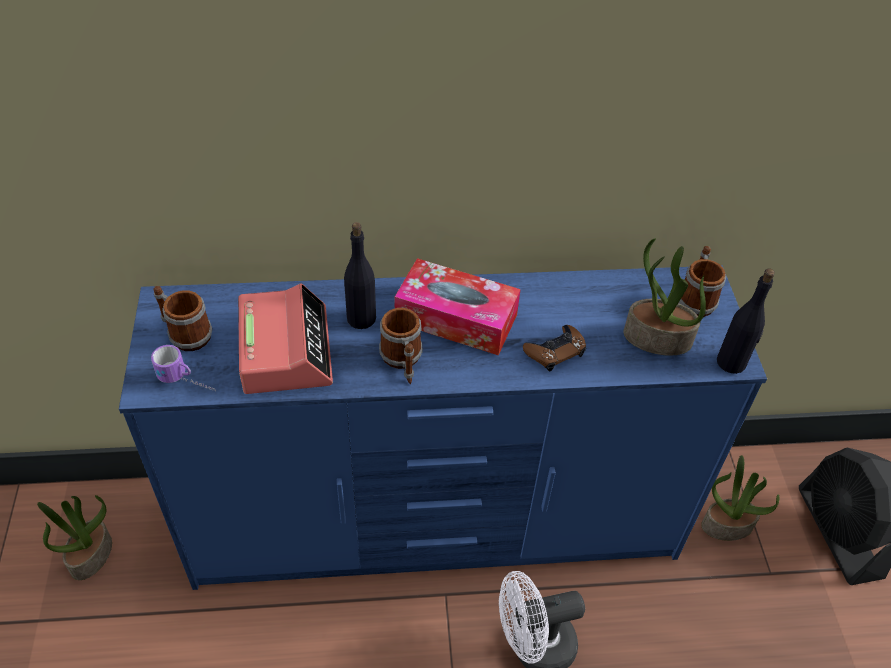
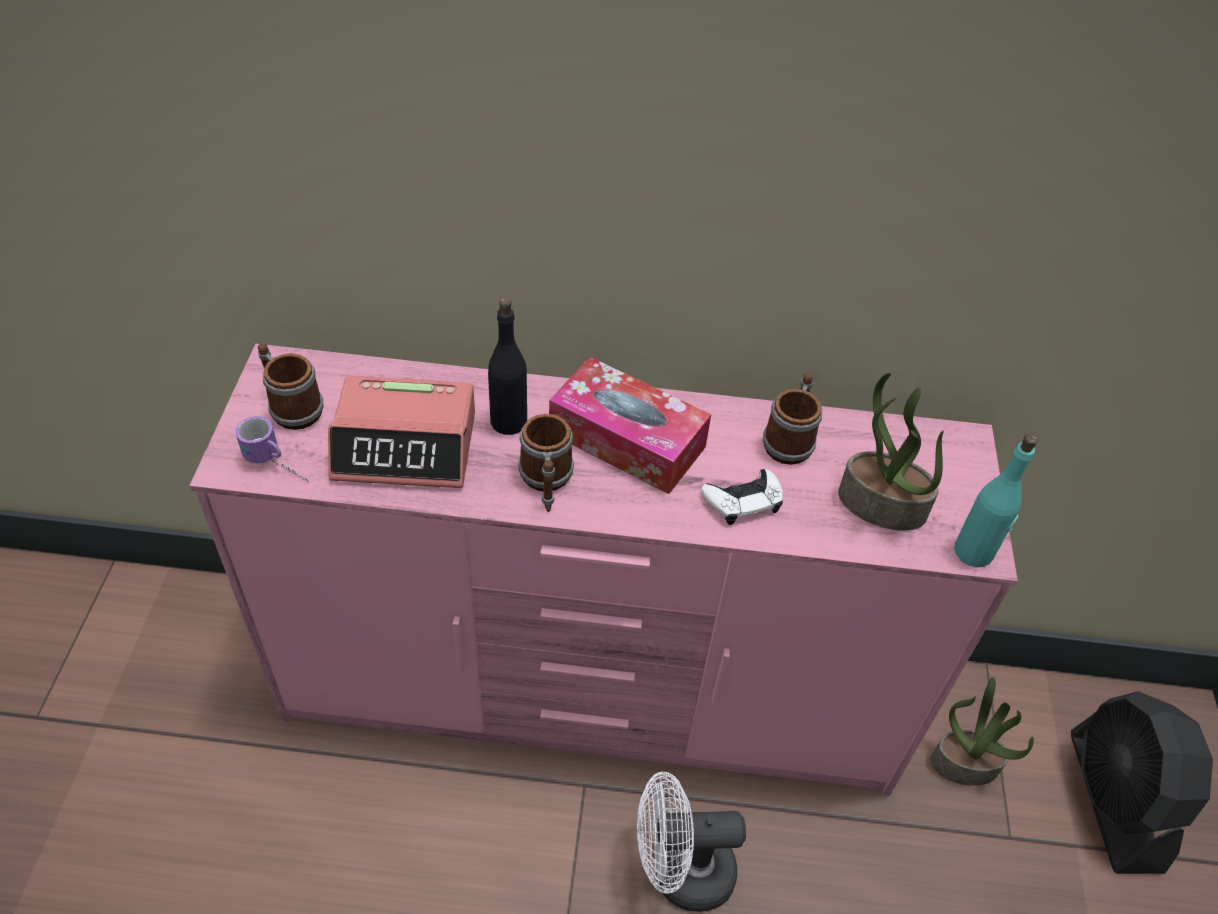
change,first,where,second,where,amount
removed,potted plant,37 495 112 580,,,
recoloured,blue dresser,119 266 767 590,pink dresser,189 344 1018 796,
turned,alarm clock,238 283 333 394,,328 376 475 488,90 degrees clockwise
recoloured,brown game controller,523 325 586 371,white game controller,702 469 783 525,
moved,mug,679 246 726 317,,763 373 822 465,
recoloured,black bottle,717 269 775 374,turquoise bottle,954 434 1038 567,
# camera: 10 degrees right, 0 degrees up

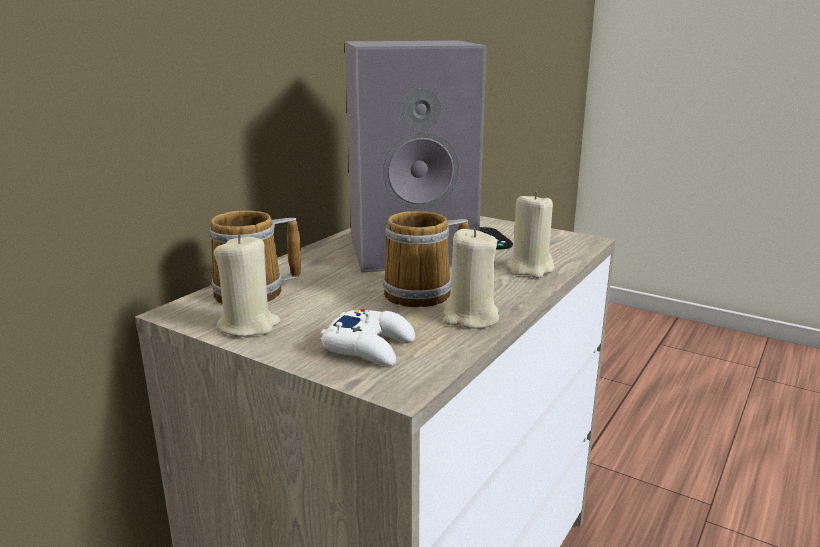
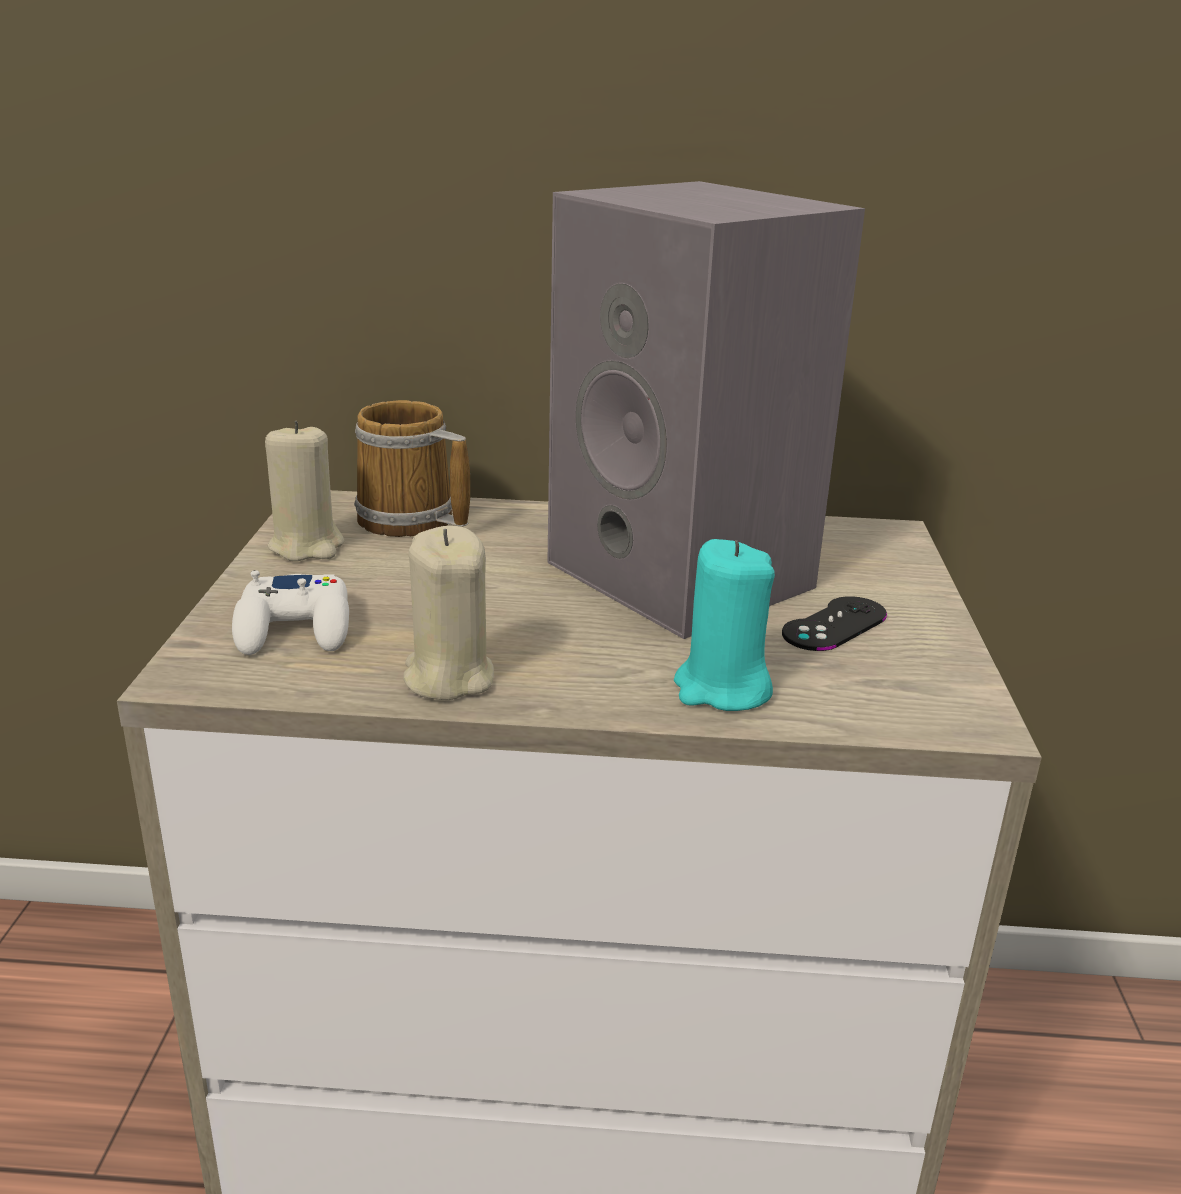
change,first,where,second,where,amount
removed,mug,383 211 469 307,,,
recoloured,beige candle,508 192 554 278,turquoise candle,674 539 775 711,
# camera: 60 degrees right, 5 degrees up

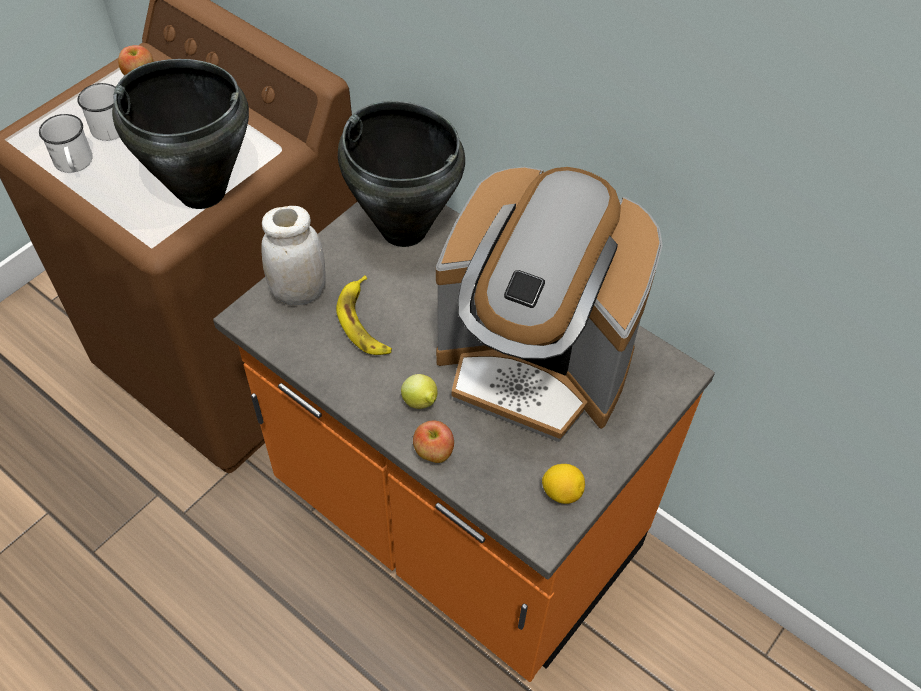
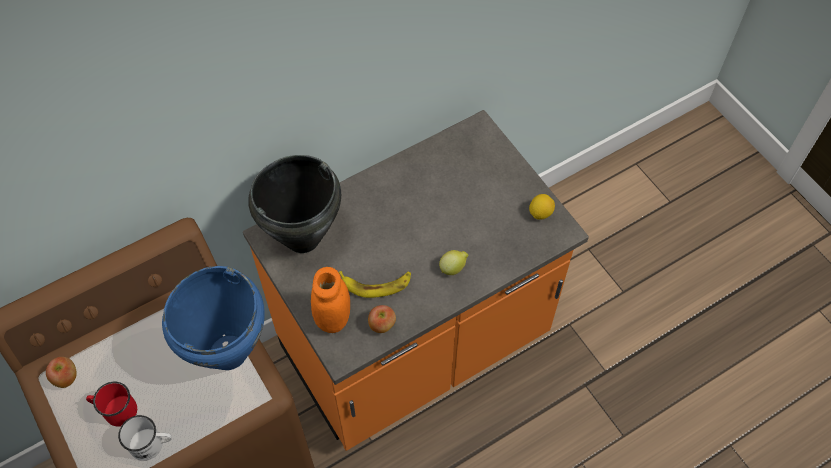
change,first,where,second,where,amount
recoloured,white mug,77 83 119 141,red mug,86 382 137 427,
recoloured,black cooking pot,112 59 249 209,blue cooking pot,162 266 264 370,
recoloured,white jar,261 206 325 305,orange jar,311 267 350 333,
moved,apple,413 420 454 463,,368 305 396 333,
removed,coffee machine,436 167 663 442,,,
# camera: 70 degrees left, 5 degrees up

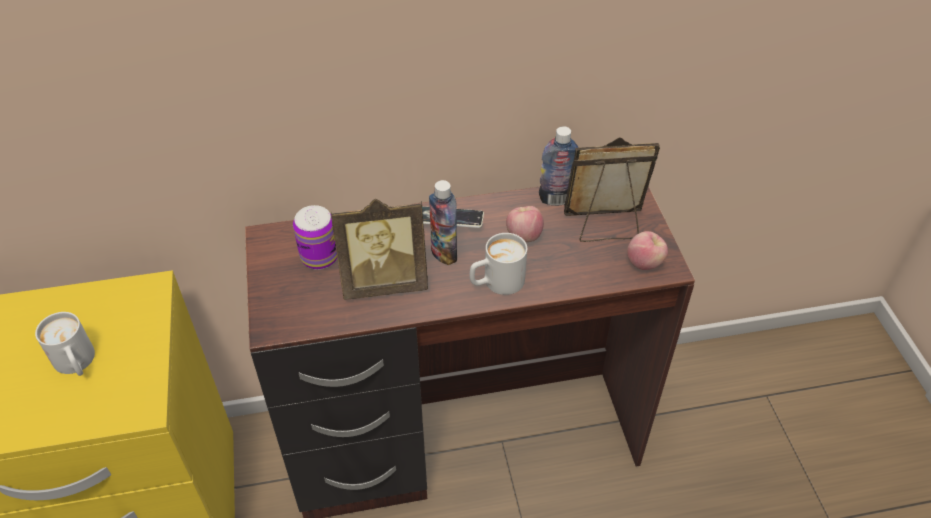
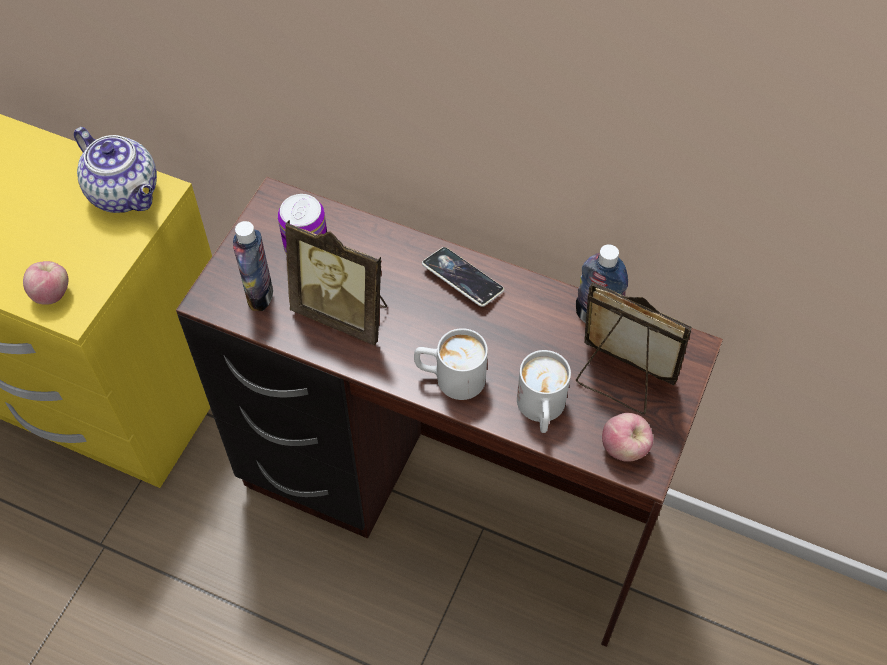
change,first,where,second,where,amount
moved,white mug,35 312 95 376,,517 350 571 433,
moved,bottle,429 180 457 265,,233 221 273 311,
moved,apple,506 206 544 242,,23 261 68 305,
added,,,teapot,74 127 157 213,
# camera: 35 degrees right, 10 degrees up

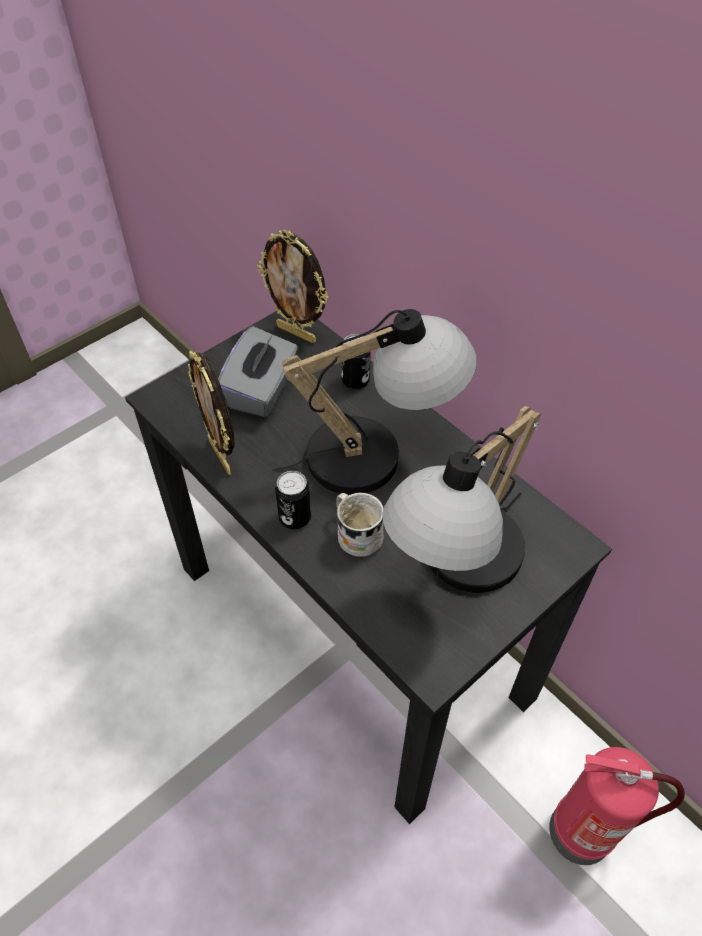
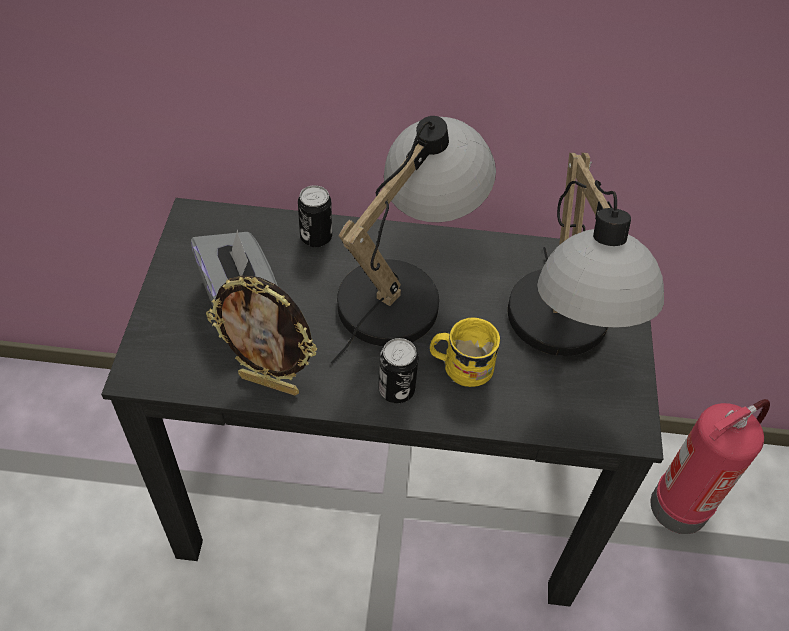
change,first,where,second,where,amount
removed,picture frame,257 230 328 343,,,
recoloured,white mug,336 493 384 557,yellow mug,430 318 501 387,
# camera: 45 degrees left, 0 degrees up

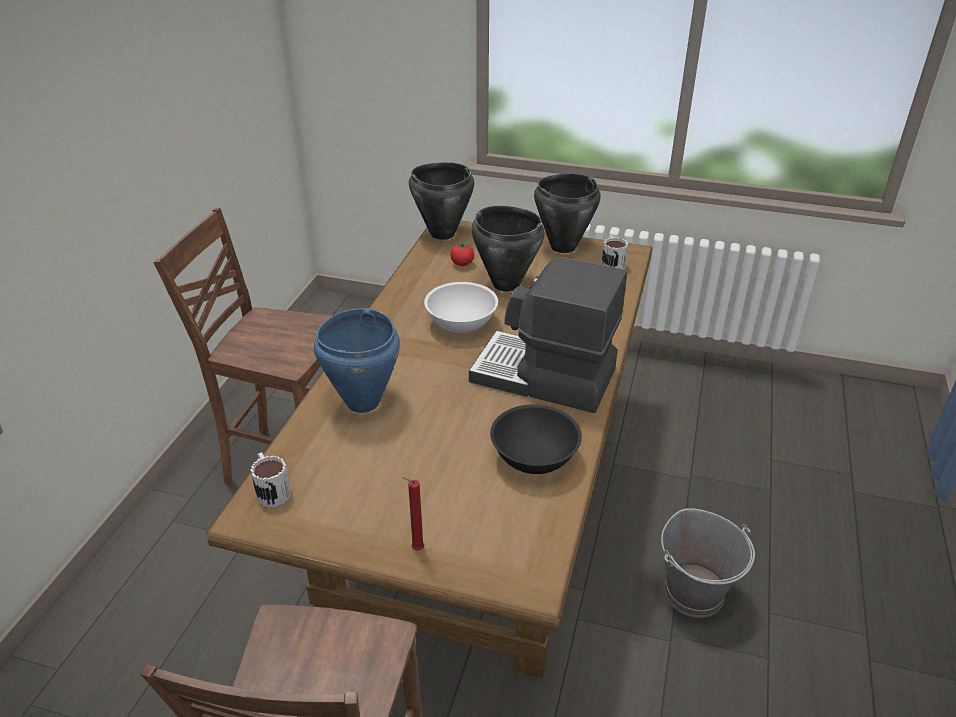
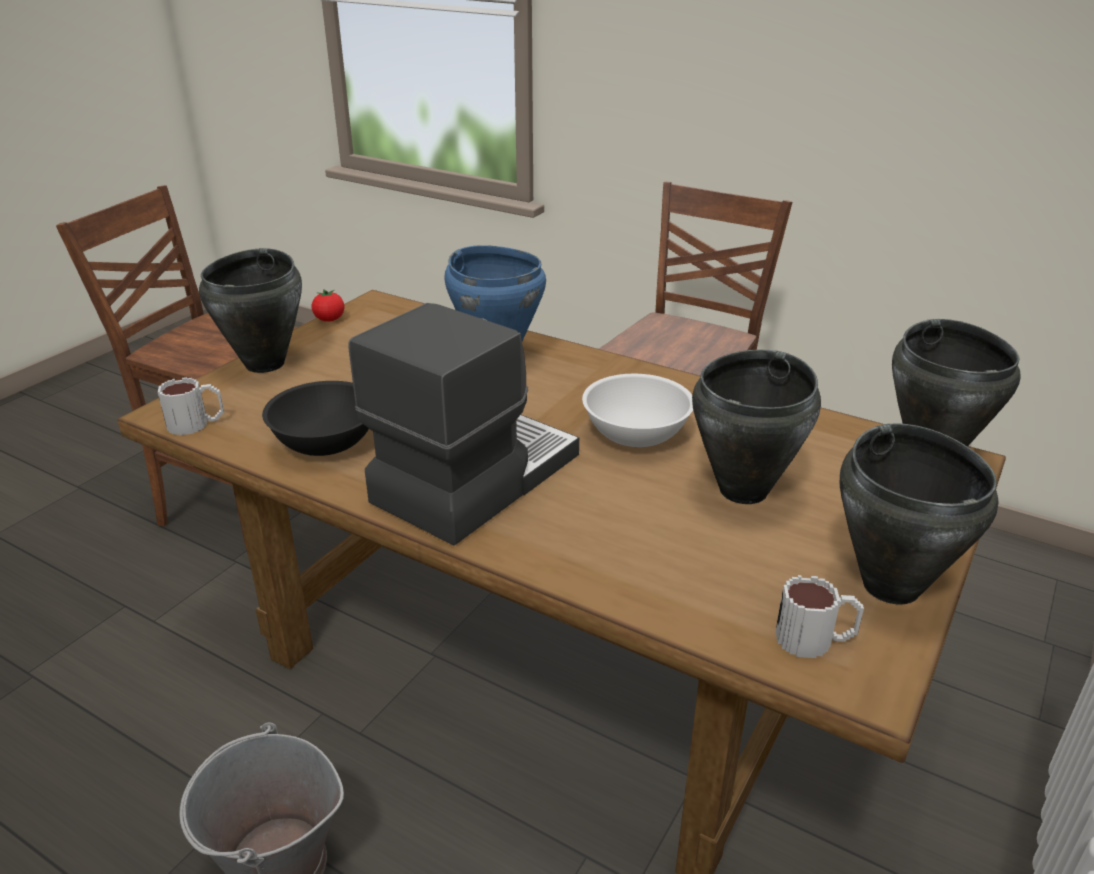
change,first,where,second,where,amount
moved,mug,250 452 291 507,,158 377 224 435,
replaced,red candle,402 477 424 551,black cooking pot,199 248 302 373,
moved,tomato,451 242 474 266,,311 289 344 322,
# camera: 105 degrees right, 5 degrees down

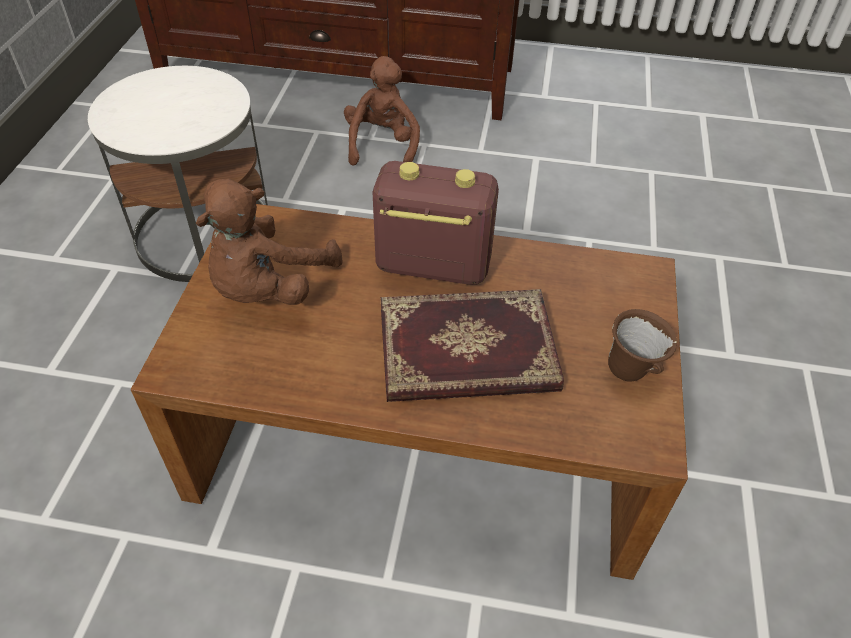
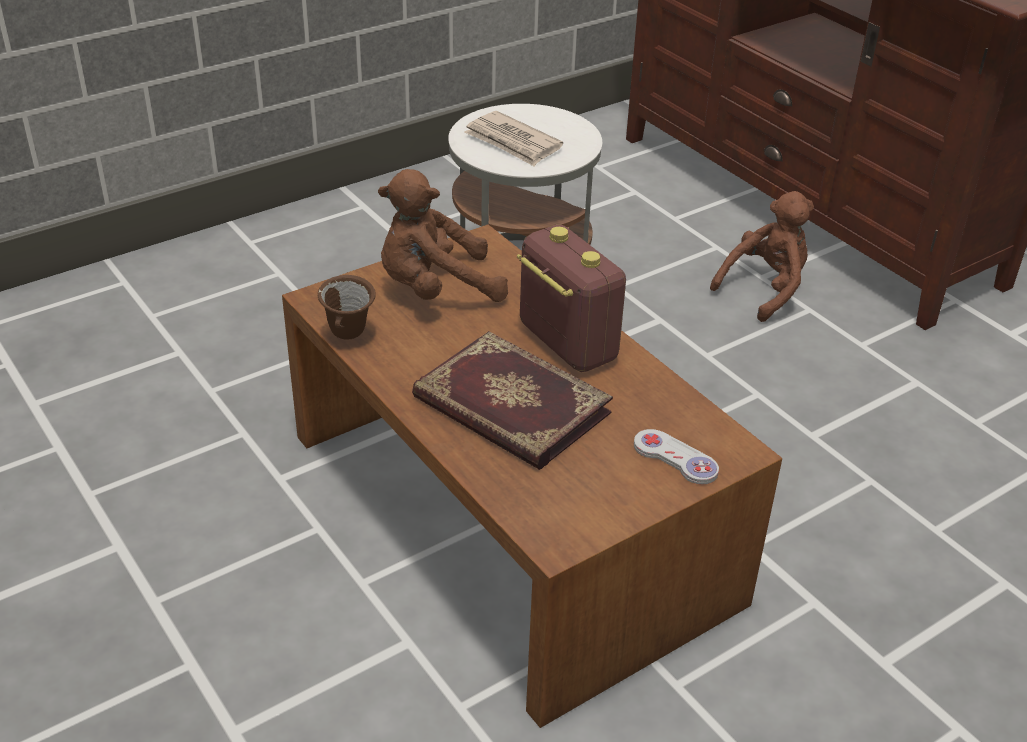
change,first,where,second,where,amount
moved,brown mug,608 309 677 382,,318 275 376 340,
added,,,newspaper,465 111 563 166,
added,,,white game controller,634 429 719 485,
# camera: 45 degrees right, 10 degrees down

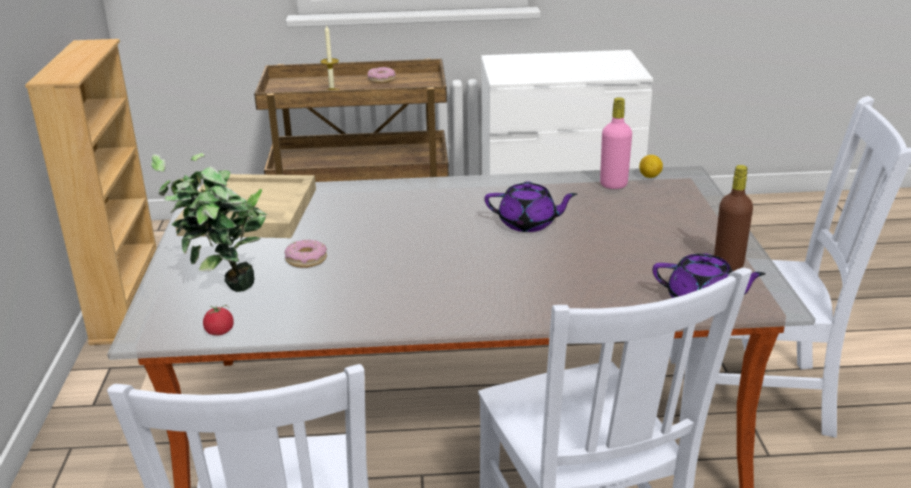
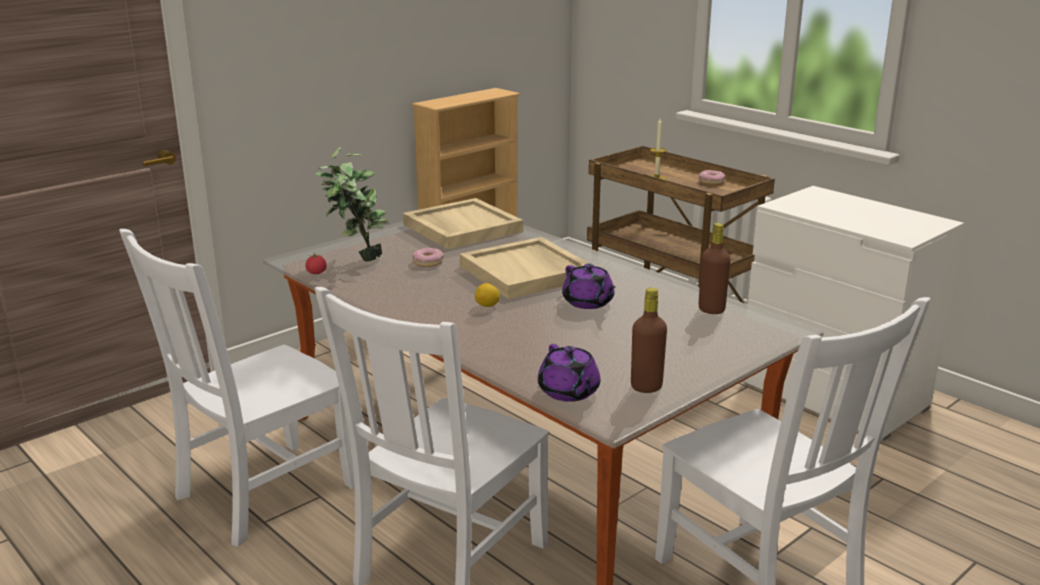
change,first,where,second,where,amount
recoloured,pink bottle,600 97 632 189,brown bottle,699 223 731 314,
moved,lemon,639 155 663 178,,475 283 500 307,
added,,,beige tray,460 237 590 299,
# camera: 50 degrees right, 5 degrees down

